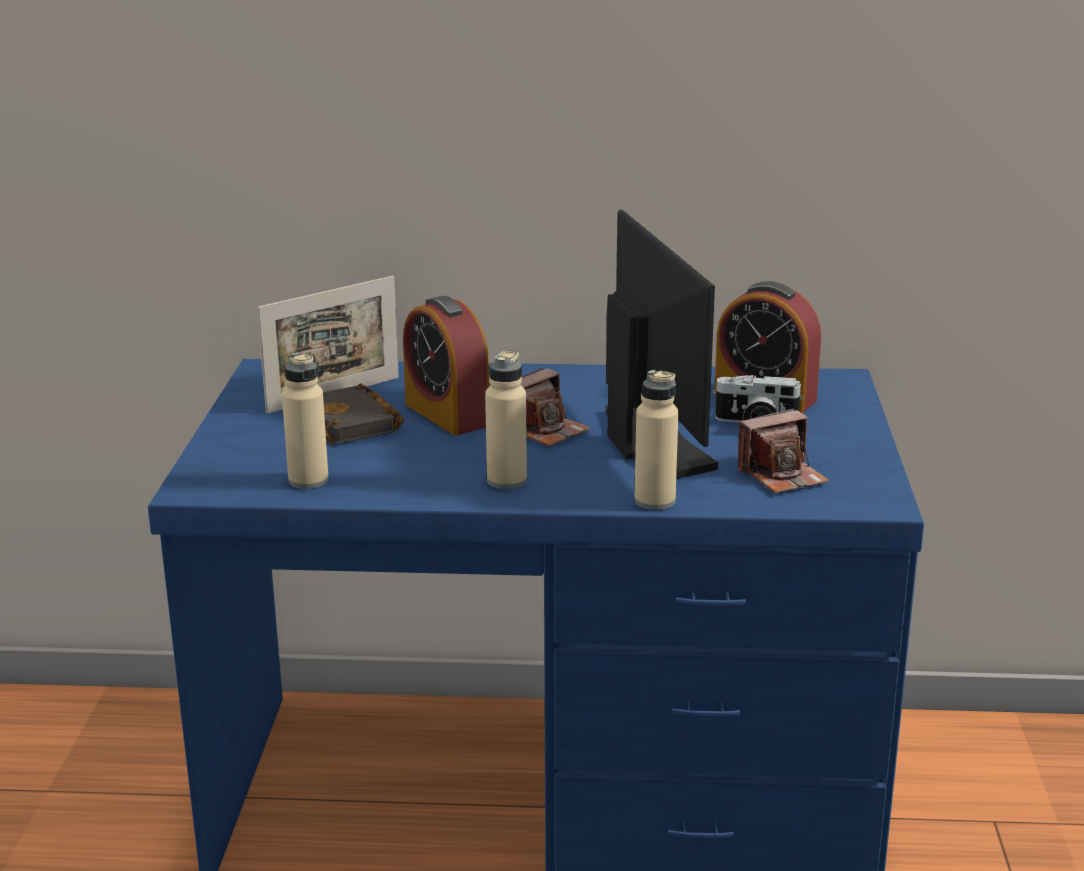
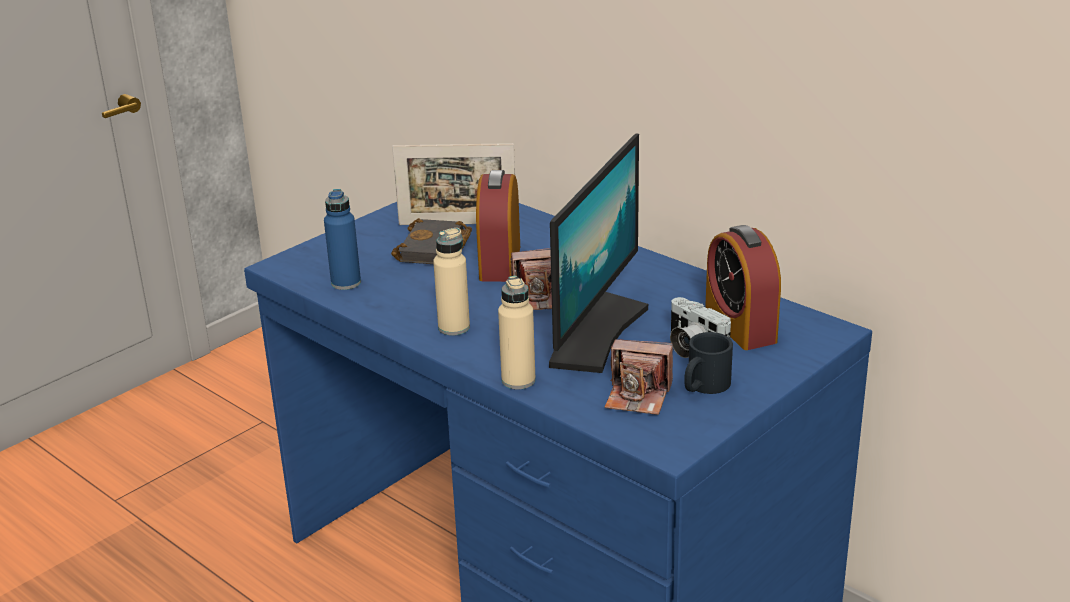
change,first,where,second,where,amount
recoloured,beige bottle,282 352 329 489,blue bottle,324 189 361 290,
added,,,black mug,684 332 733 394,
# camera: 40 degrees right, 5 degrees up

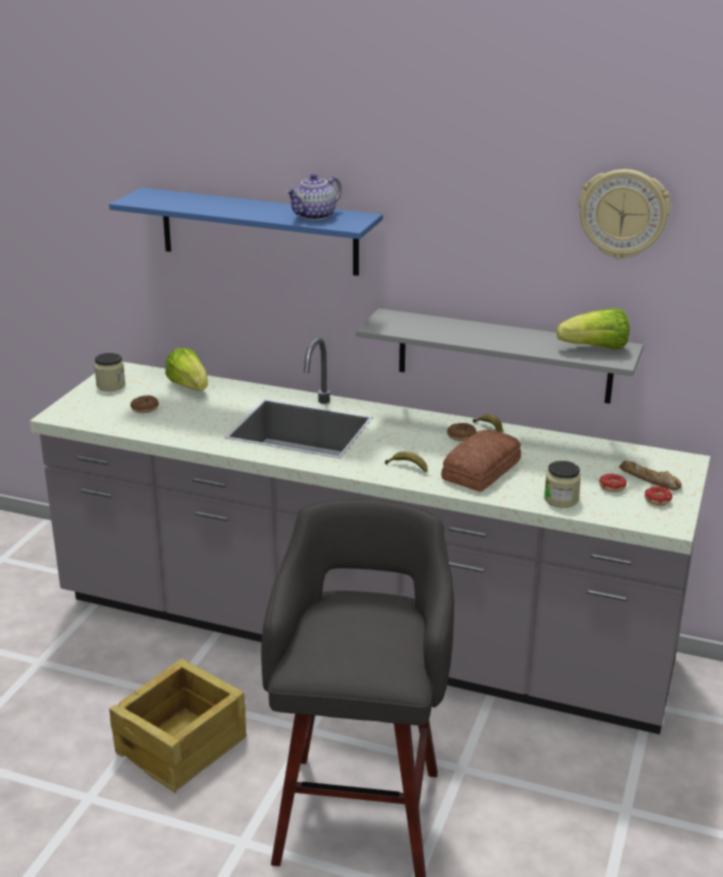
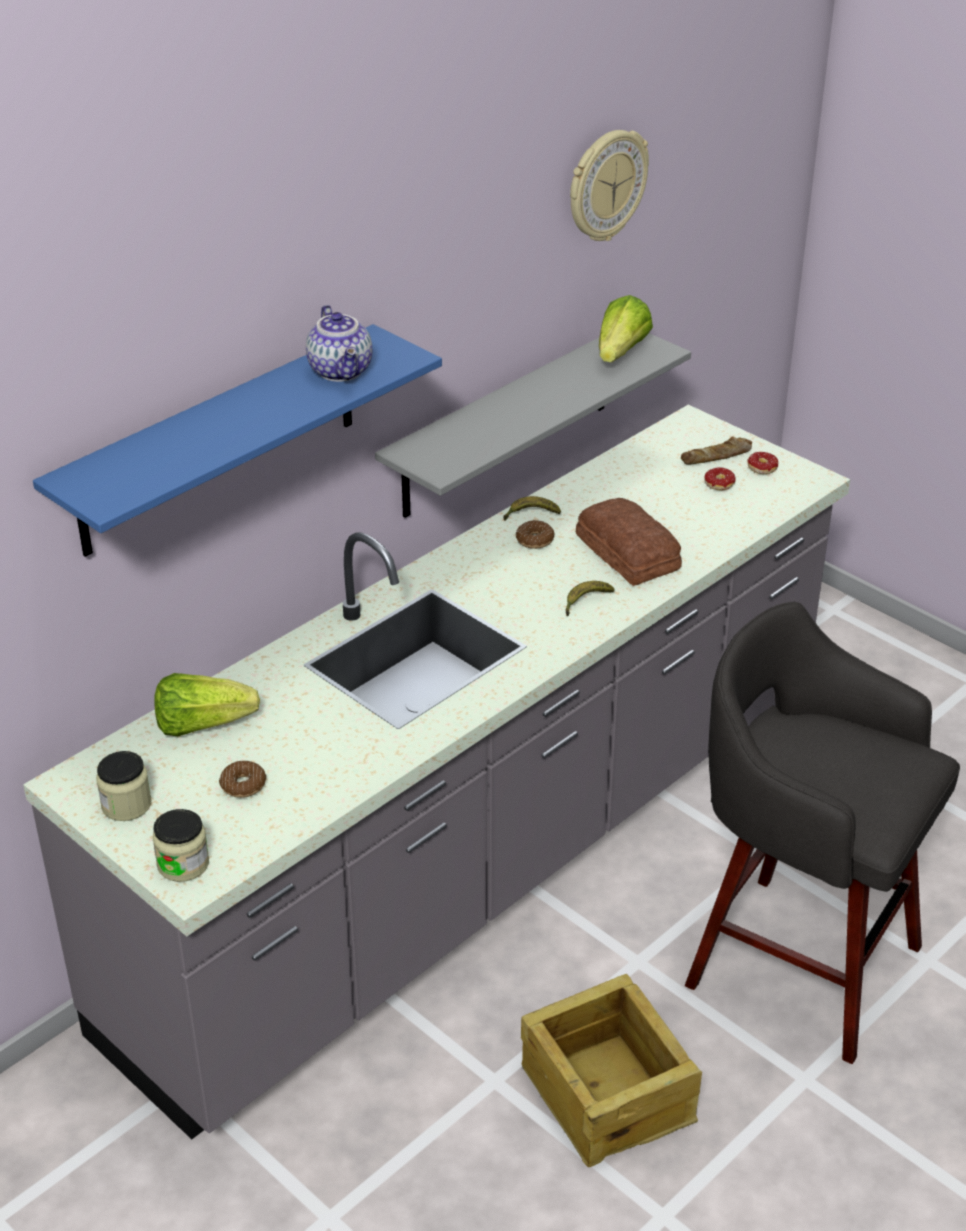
change,first,where,second,where,amount
moved,jar,544 461 581 508,,153 809 209 882,
# camera: 65 degrees left, 10 degrees up

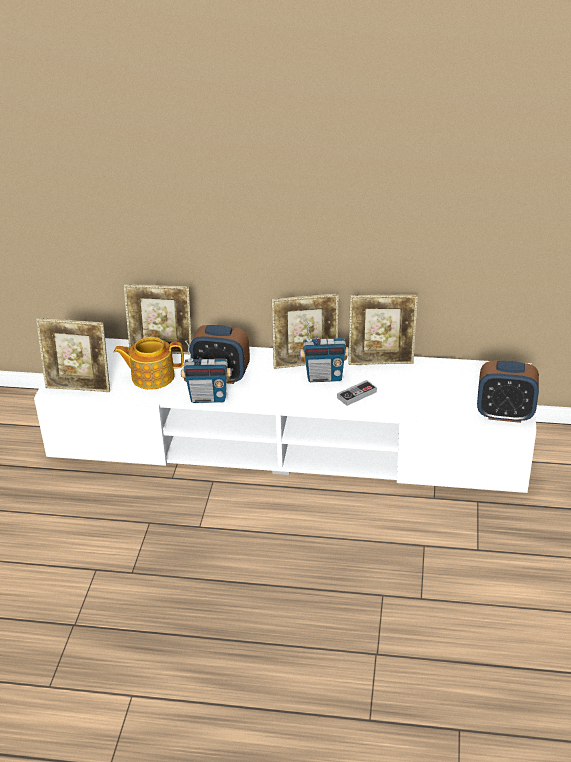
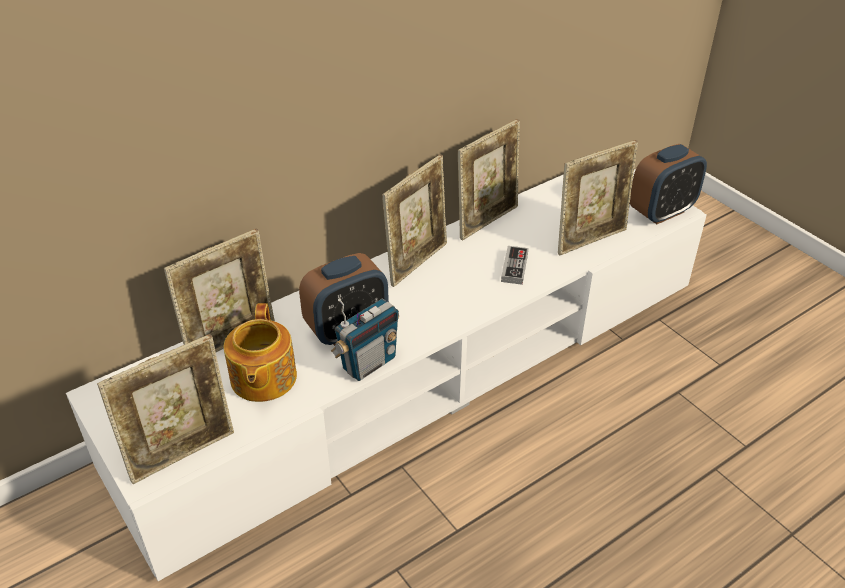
change,first,where,second,where,amount
turned,teapot,114 337 184 390,,224 303 297 402,45 degrees counterclockwise
removed,radio,300 321 349 382,,,
added,,,picture frame,558 140 638 255,
# camera: 45 degrees left, 5 degrees up

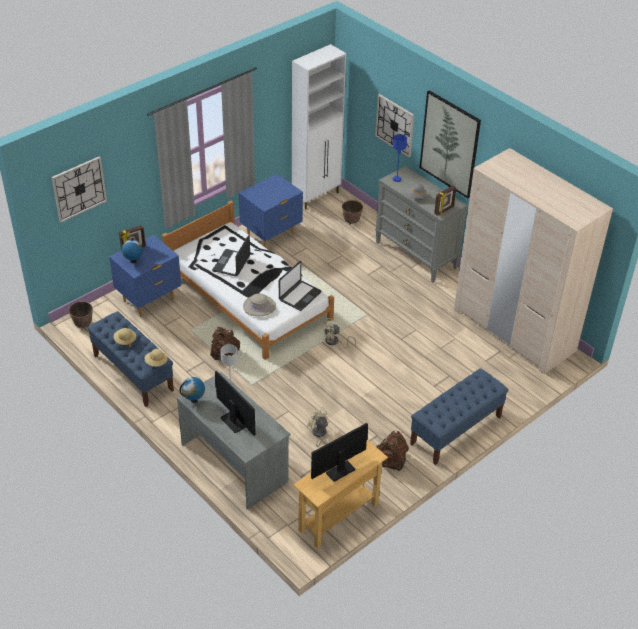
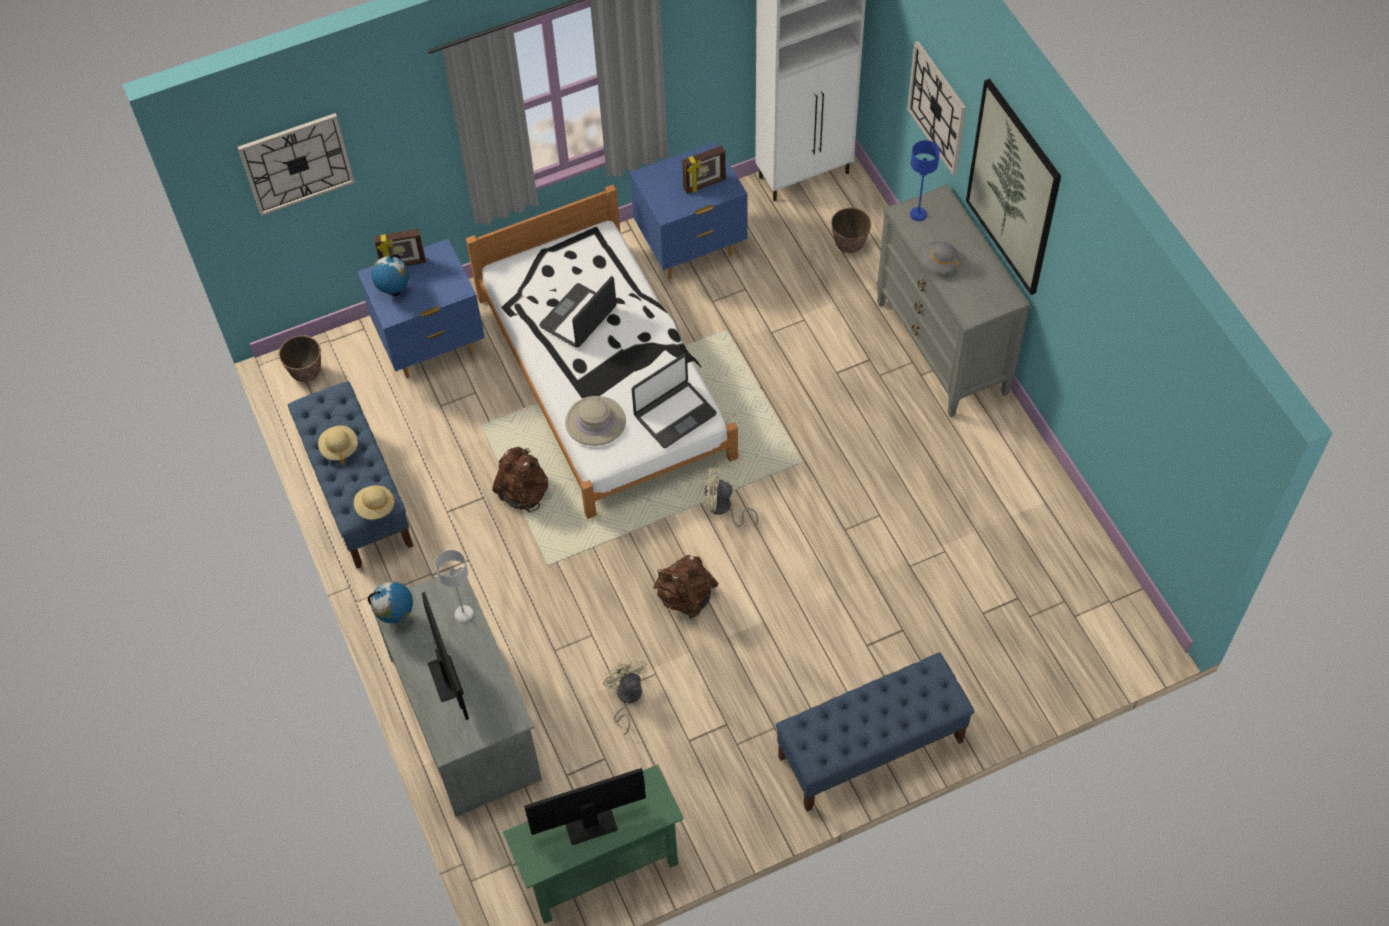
change,first,where,second,where,amount
recoloured,beige console table,293 440 388 548,green console table,503 764 684 924,
moved,brown backpack,376 431 409 471,,654 555 719 618,
moved,picture frame,434 185 456 216,,682 146 726 194,
removed,beige wardrobe,454 148 613 374,,,
# camera: 20 degrees right, 15 degrees up

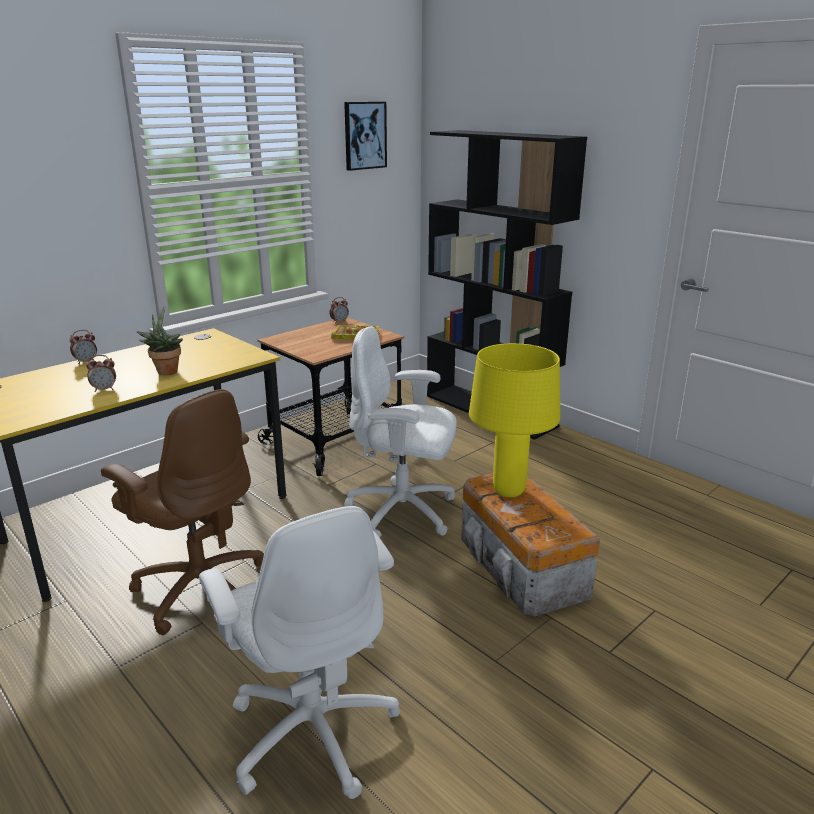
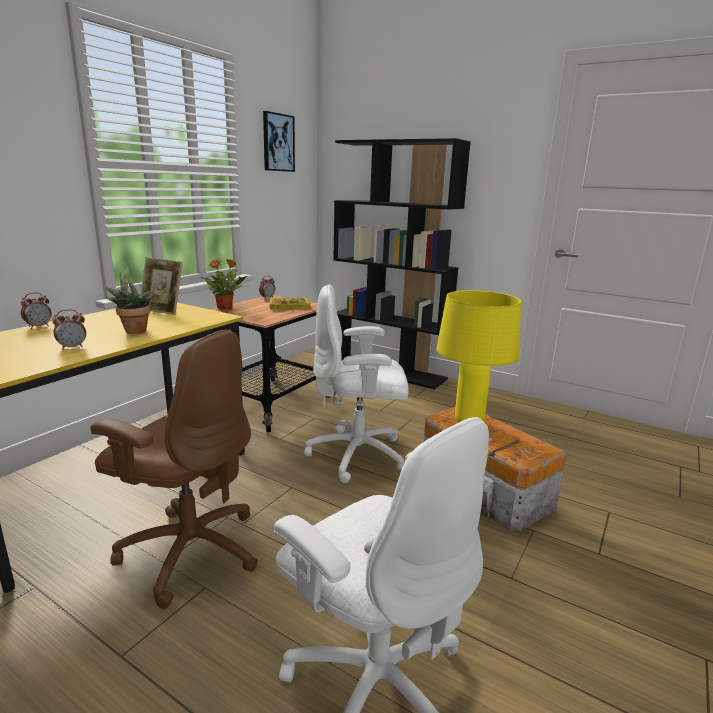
change,first,where,second,where,amount
added,,,picture frame,141 257 183 315,
added,,,potted plant,199 259 247 310,
# camera: 15 degrees left, 5 degrees down

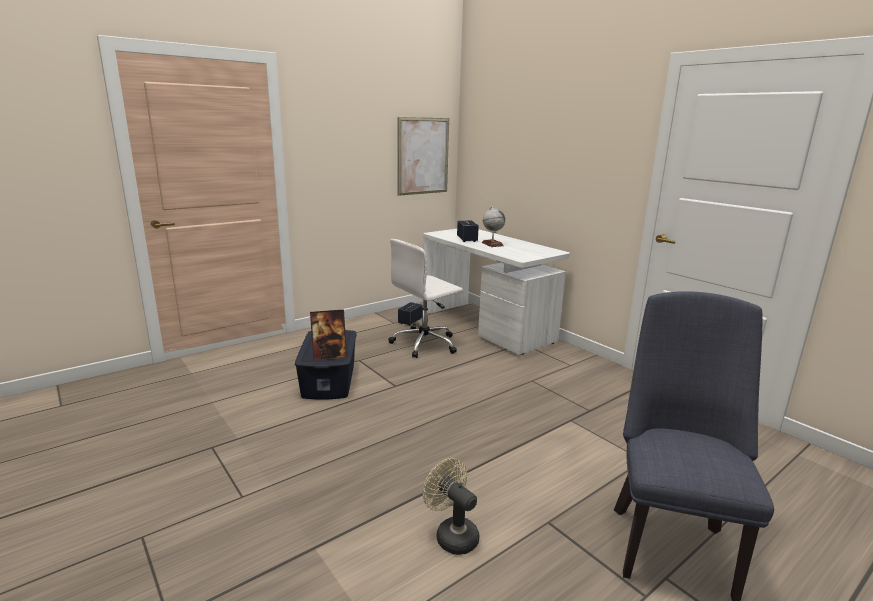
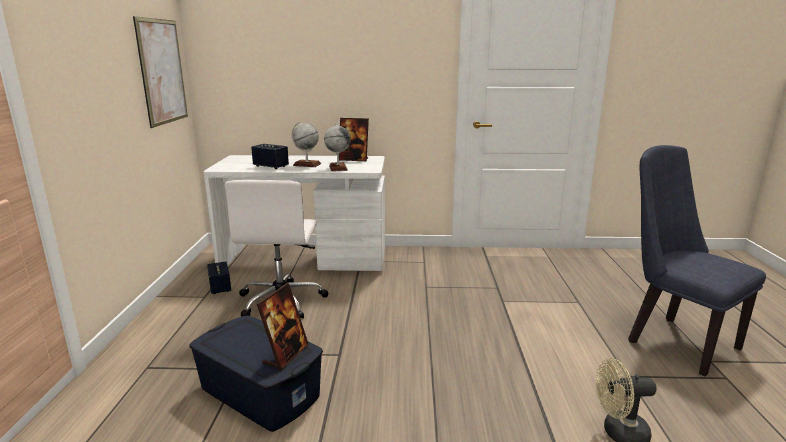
change,first,where,second,where,amount
added,,,globe,324 123 351 171,
added,,,picture frame,339 118 369 161,
# camera: 50 degrees left, 0 degrees up

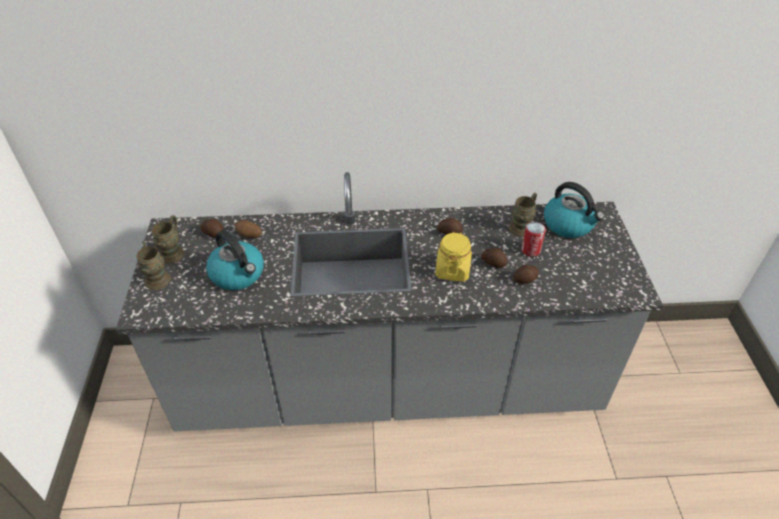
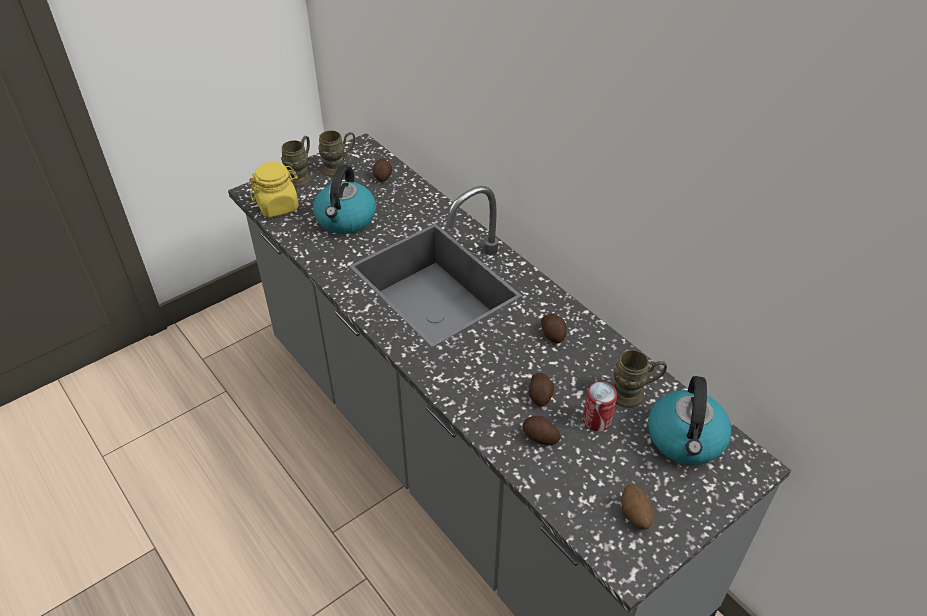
change,first,where,second,where,amount
moved,potato,235 220 262 238,,621 484 654 530,
moved,yellow jar,435 231 472 282,,249 162 299 217,
# camera: 55 degrees right, 0 degrees up

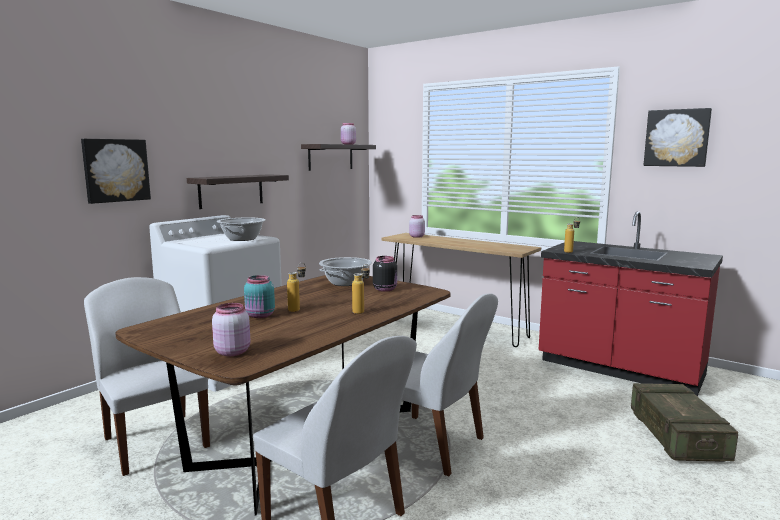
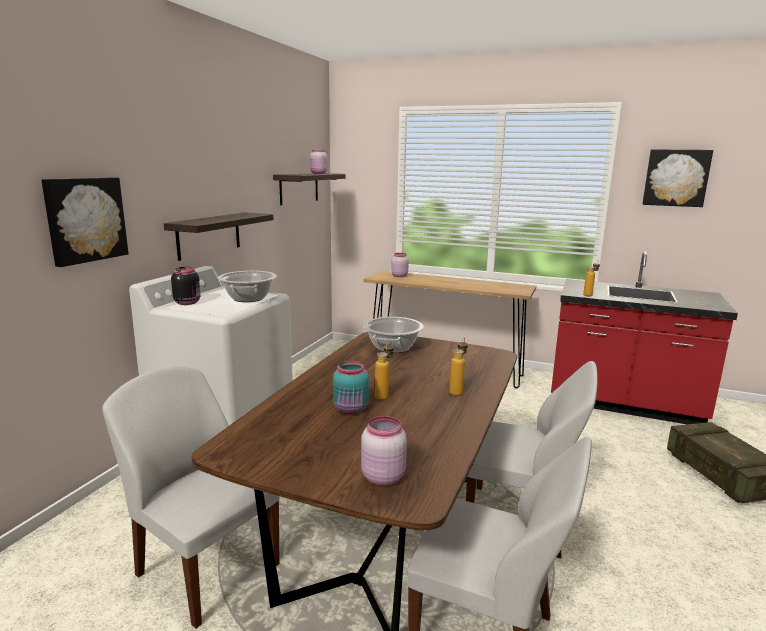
change,first,where,second,where,amount
moved,black jar,373 256 397 292,,171 267 200 305,
# camera: 15 degrees left, 5 degrees up

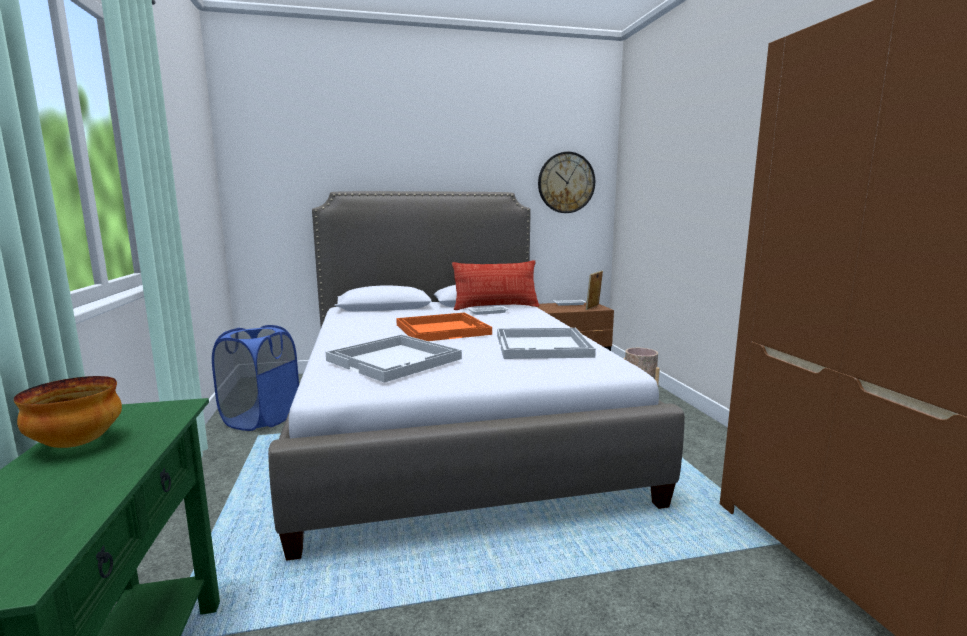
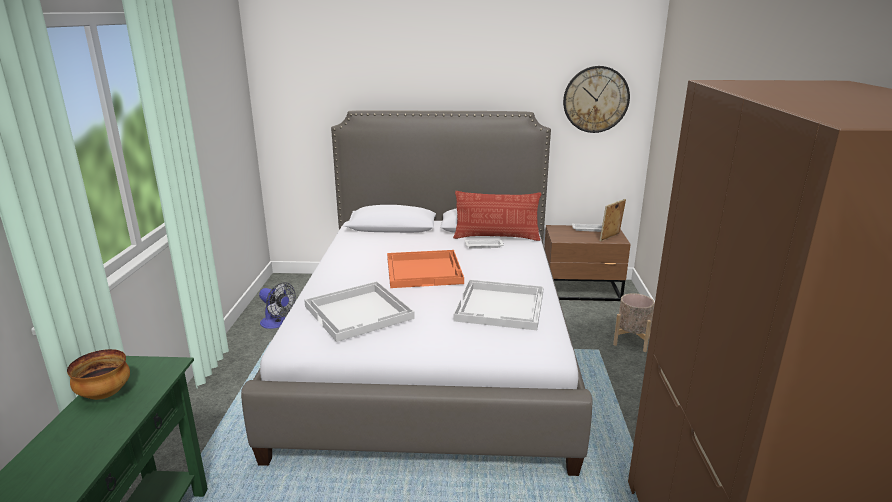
change,first,where,second,where,amount
replaced,blue laundry basket,212 325 299 431,fan,259 282 296 329,
# camera: 15 degrees right, 10 degrees up

